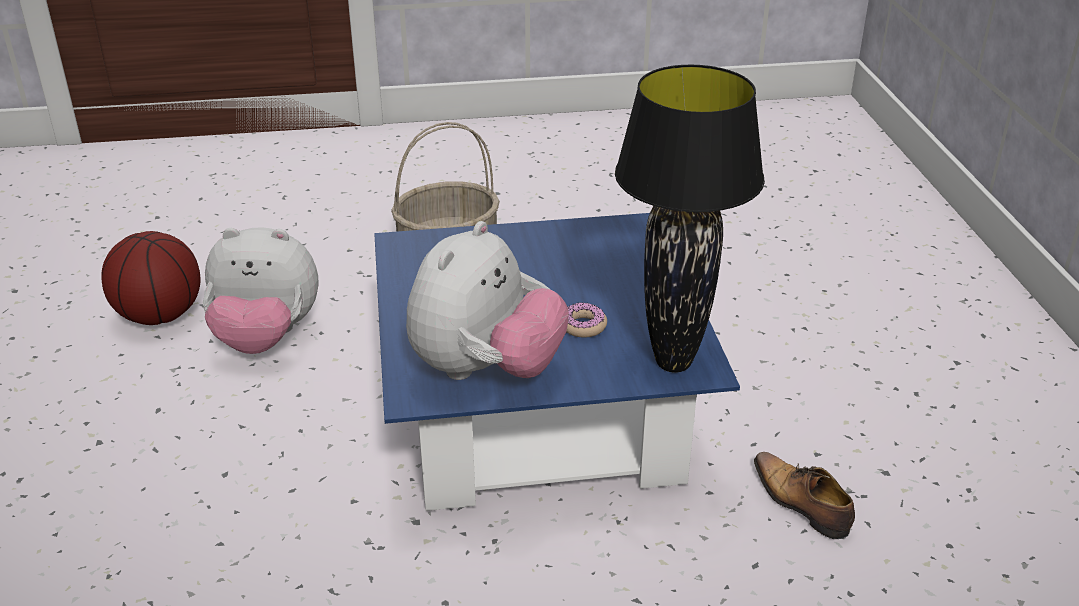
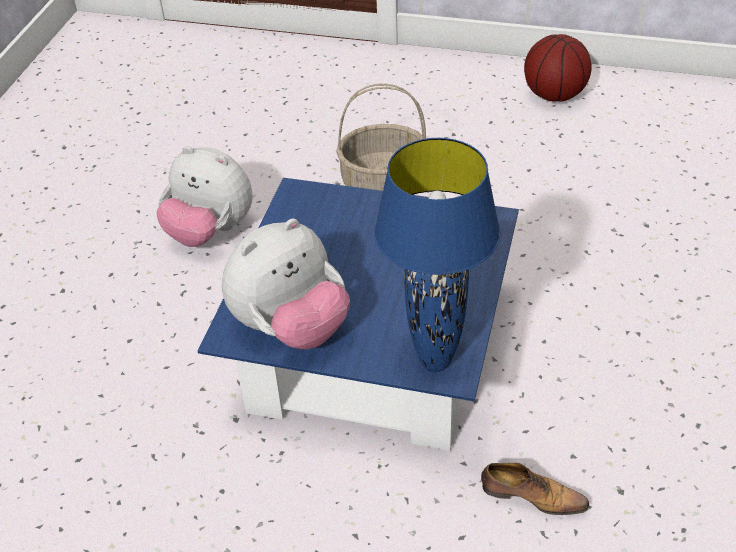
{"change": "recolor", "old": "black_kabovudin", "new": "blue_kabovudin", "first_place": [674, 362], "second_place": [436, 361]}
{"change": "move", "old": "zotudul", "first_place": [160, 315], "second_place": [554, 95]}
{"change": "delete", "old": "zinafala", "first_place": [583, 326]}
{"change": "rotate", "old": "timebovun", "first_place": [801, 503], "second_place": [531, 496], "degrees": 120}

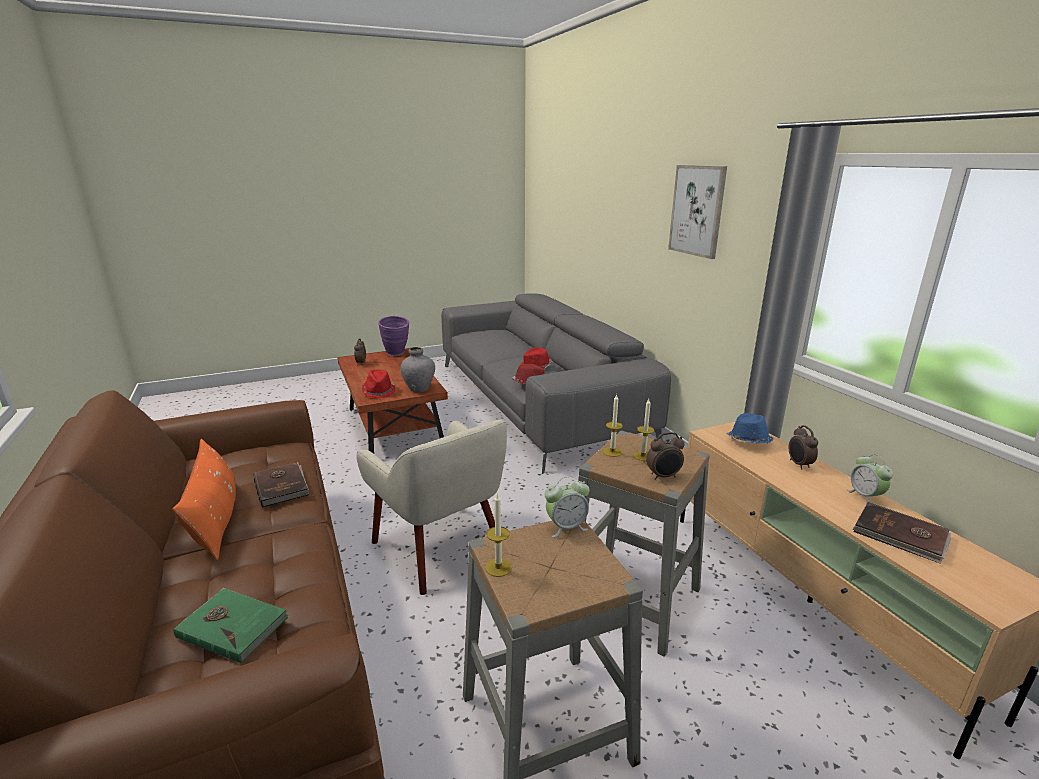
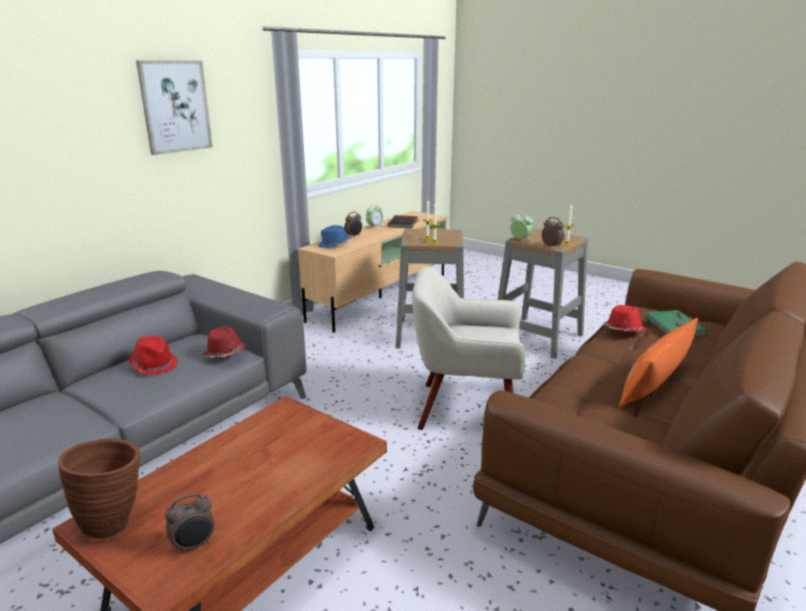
{"change": "recolor", "old": "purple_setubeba", "new": "brown_setubeba", "first_place": [397, 354], "second_place": [115, 522]}
{"change": "delete", "old": "grey_setubeba", "first_place": [419, 389]}
{"change": "move", "old": "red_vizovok", "first_place": [379, 391], "second_place": [623, 330]}
{"change": "rotate", "old": "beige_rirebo", "first_place": [440, 548], "second_place": [465, 408], "degrees": -105}
{"change": "move", "old": "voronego", "first_place": [663, 476], "second_place": [551, 246]}
{"change": "delete", "old": "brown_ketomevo", "first_place": [282, 486]}

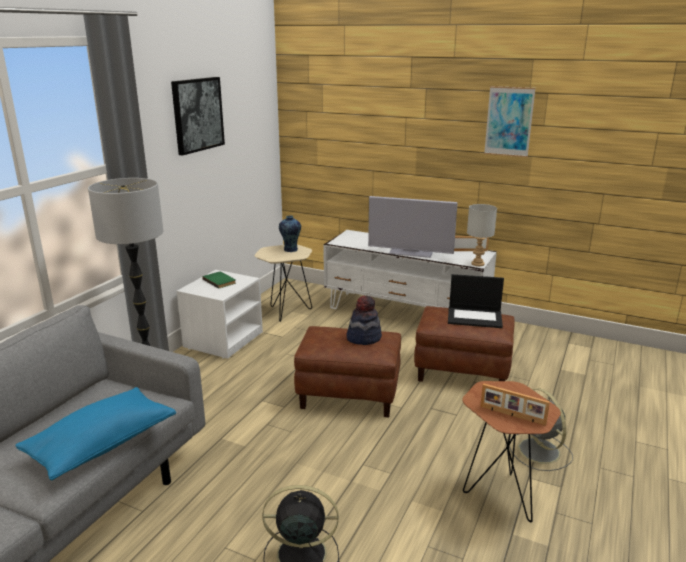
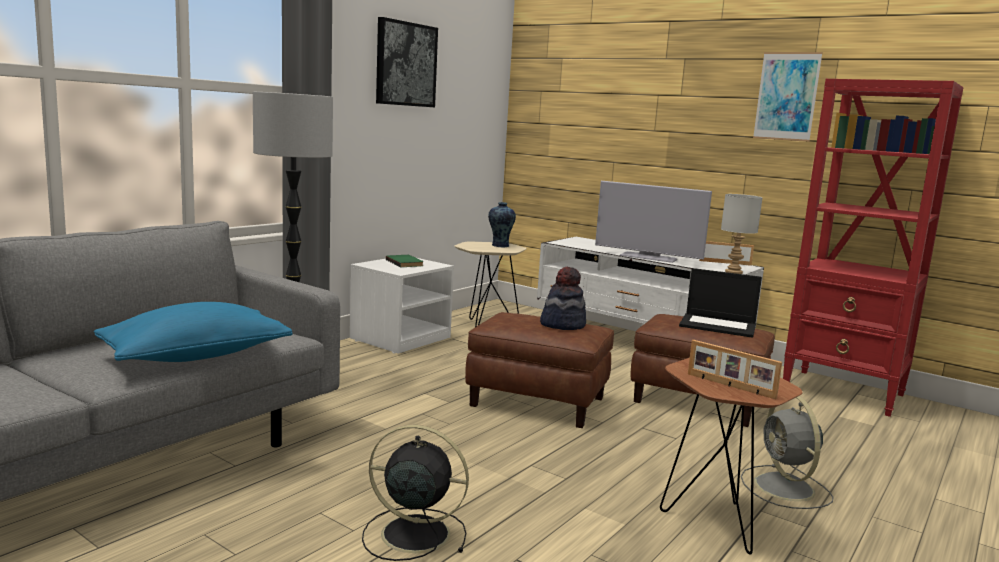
{"change": "insert", "new": "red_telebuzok", "second_place": [844, 392]}

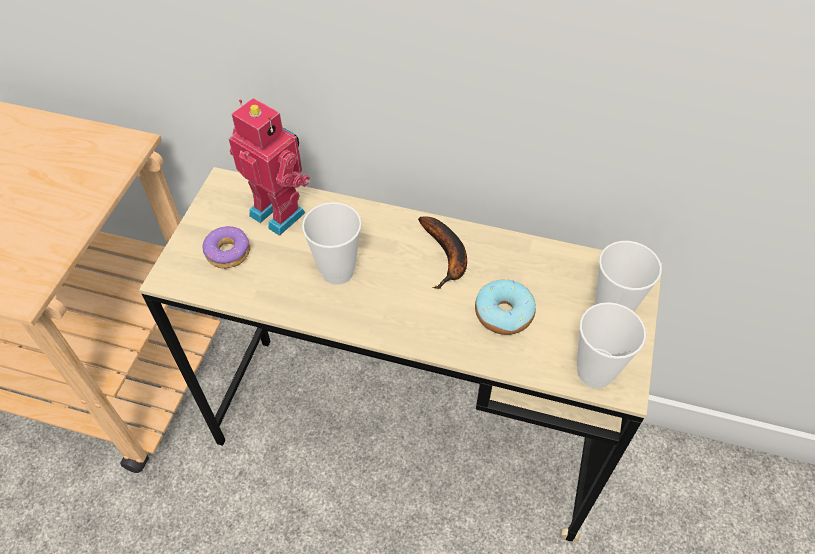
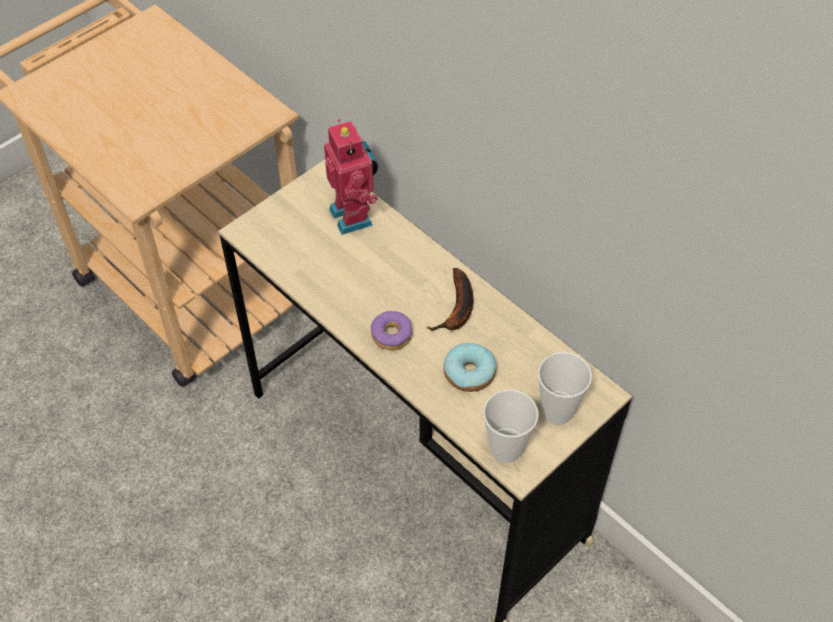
{"change": "delete", "old": "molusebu", "first_place": [337, 271]}
{"change": "move", "old": "zinafala", "first_place": [228, 252], "second_place": [392, 335]}

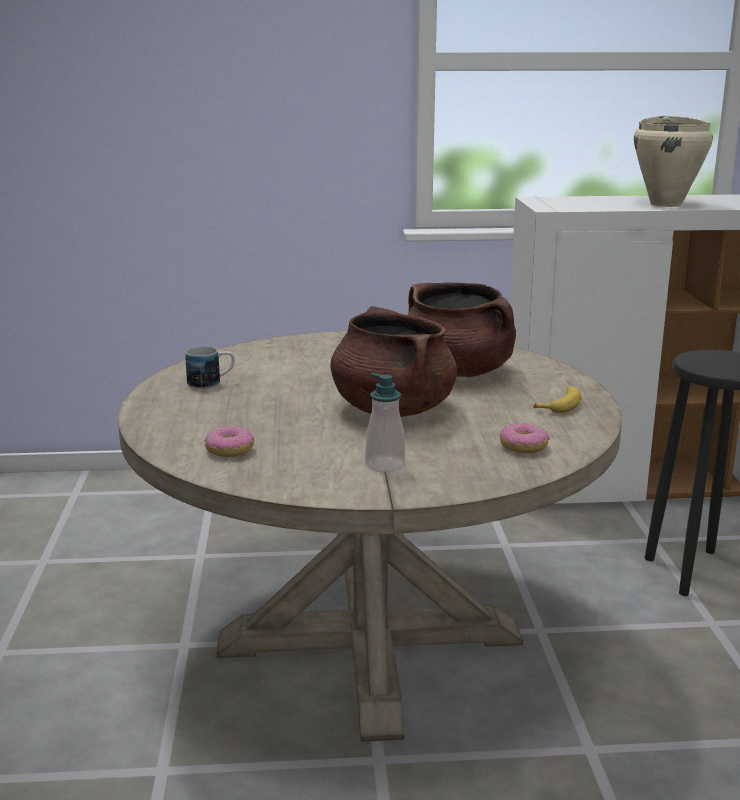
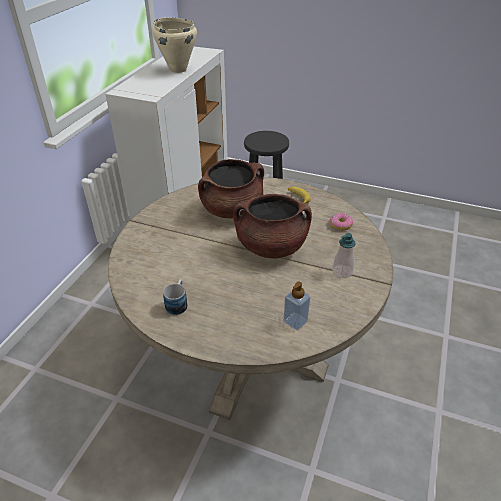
{"change": "replace", "old": "zinafala", "new": "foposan", "first_place": [230, 450], "second_place": [295, 321]}

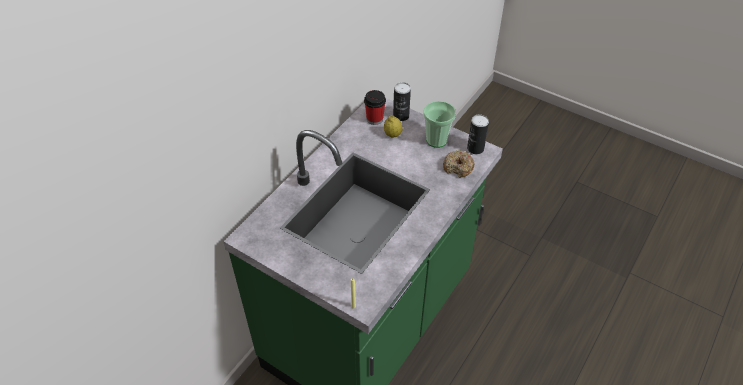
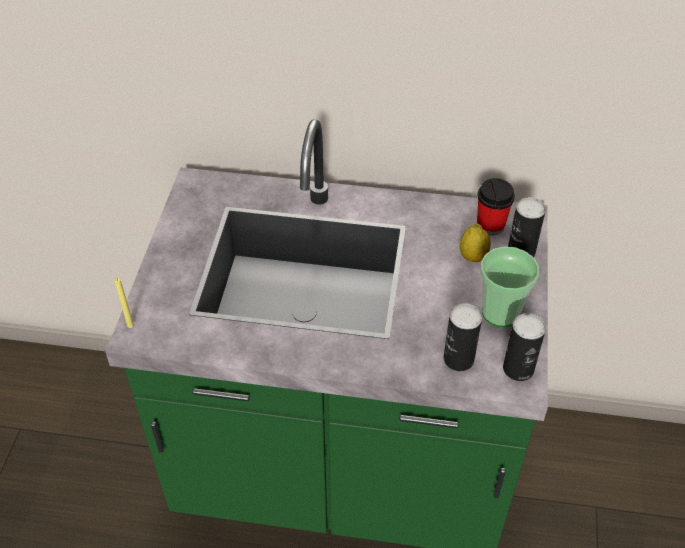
{"change": "replace", "old": "zinafala", "new": "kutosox", "first_place": [458, 167], "second_place": [458, 359]}

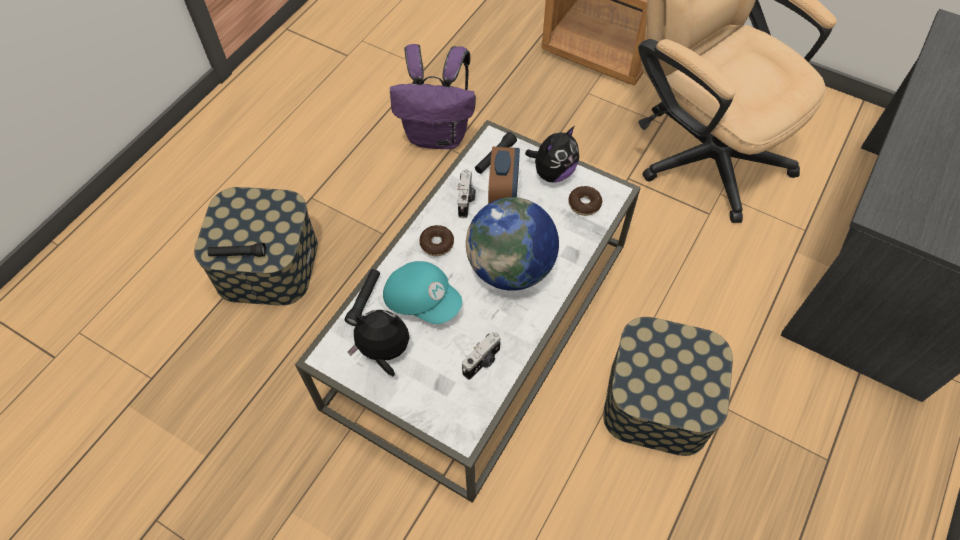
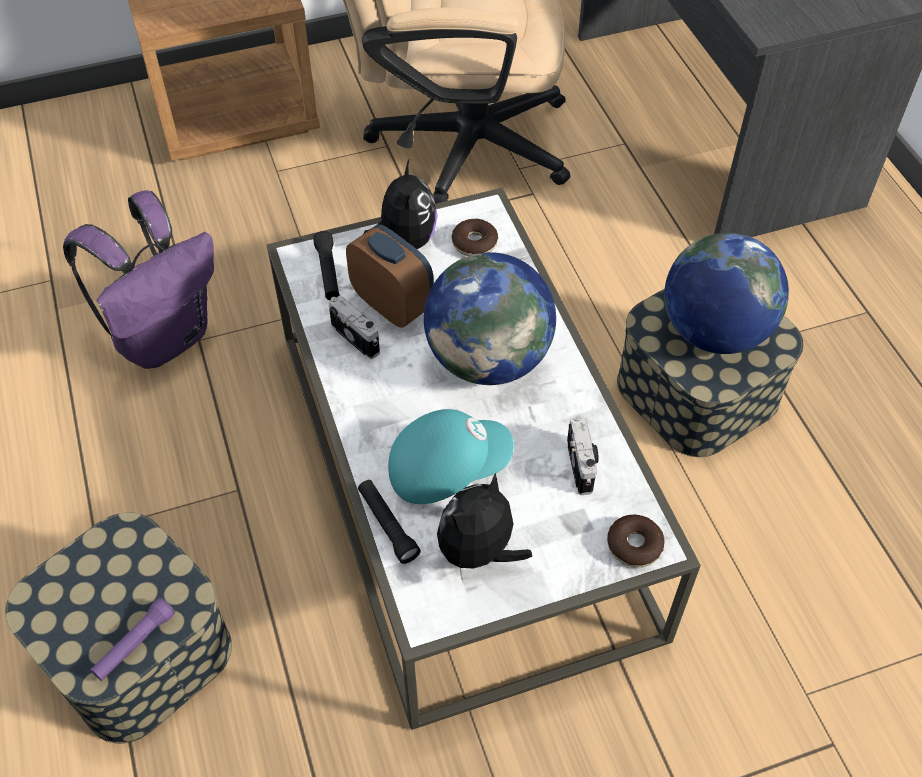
{"change": "move", "old": "zinafala", "first_place": [437, 244], "second_place": [634, 545]}
{"change": "recolor", "old": "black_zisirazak", "new": "purple_zisirazak", "first_place": [238, 254], "second_place": [134, 644]}
{"change": "insert", "new": "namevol", "second_place": [714, 332]}

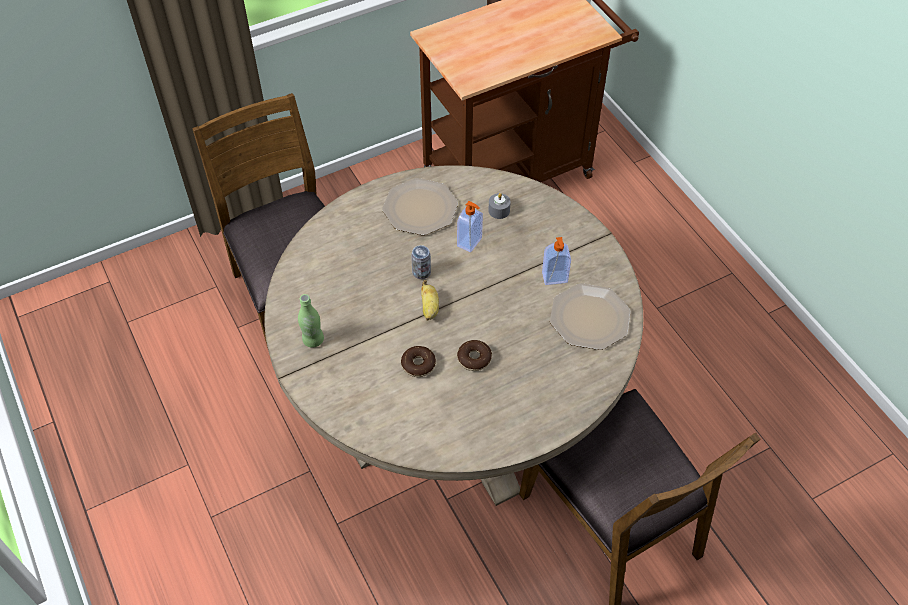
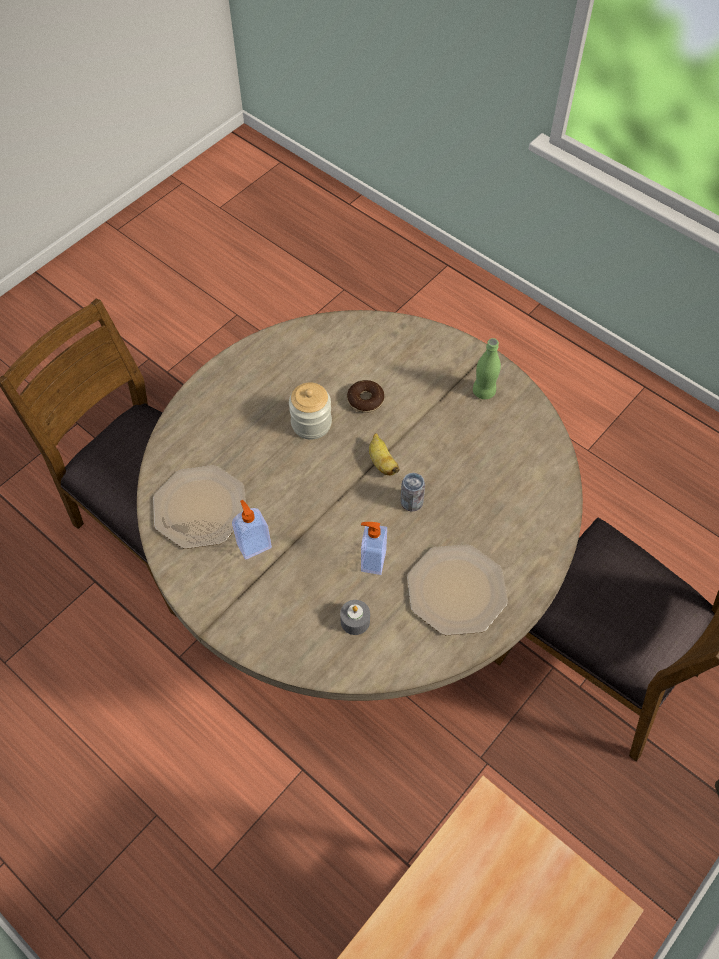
{"change": "replace", "old": "zinafala", "new": "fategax", "first_place": [474, 358], "second_place": [311, 423]}

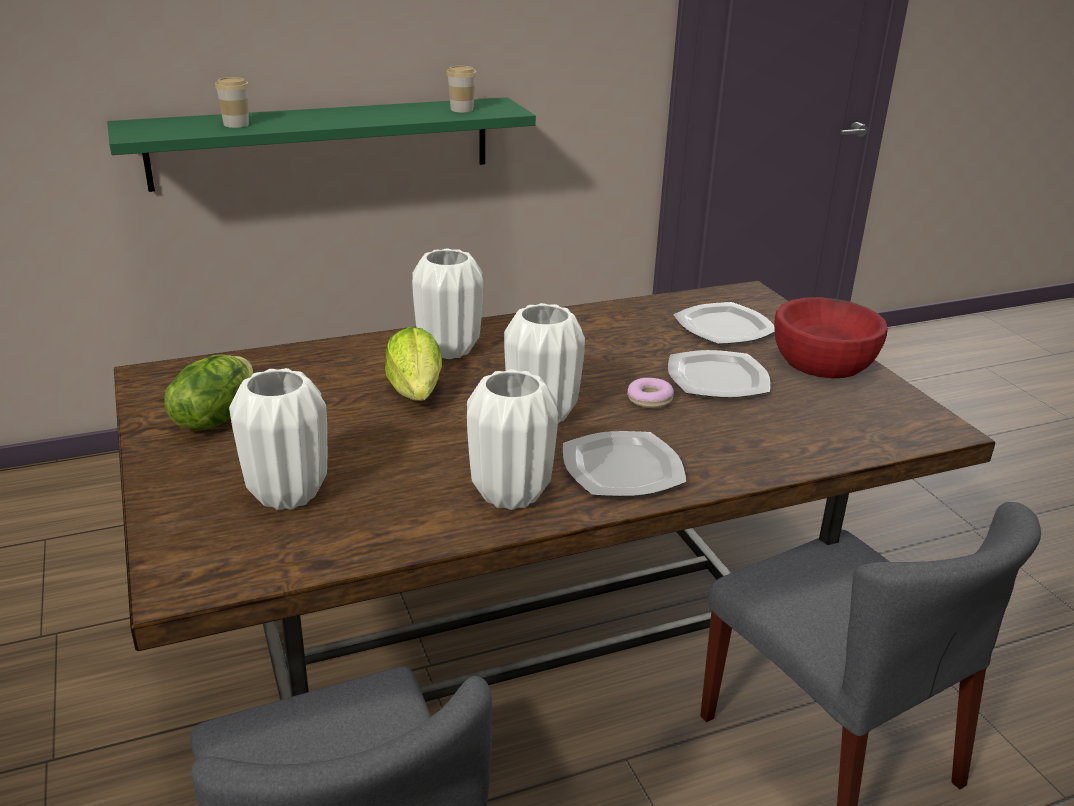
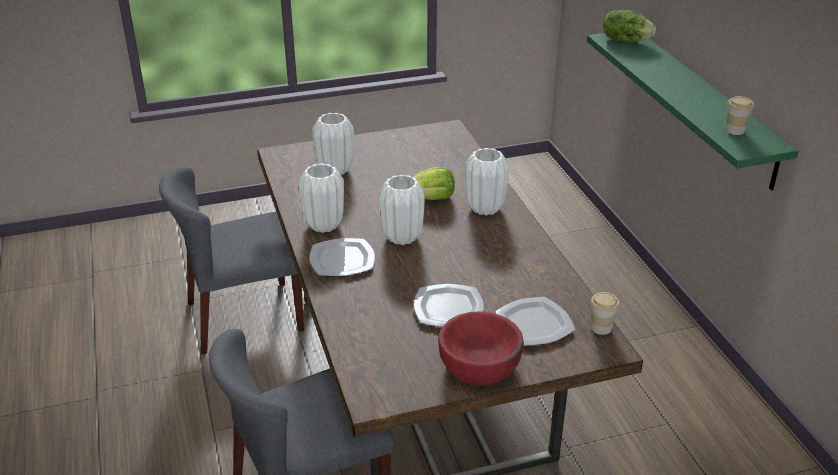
{"change": "move", "old": "molusebu", "first_place": [236, 124], "second_place": [601, 328]}
{"change": "move", "old": "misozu", "first_place": [214, 417], "second_place": [625, 40]}
{"change": "delete", "old": "zinafala", "first_place": [649, 400]}

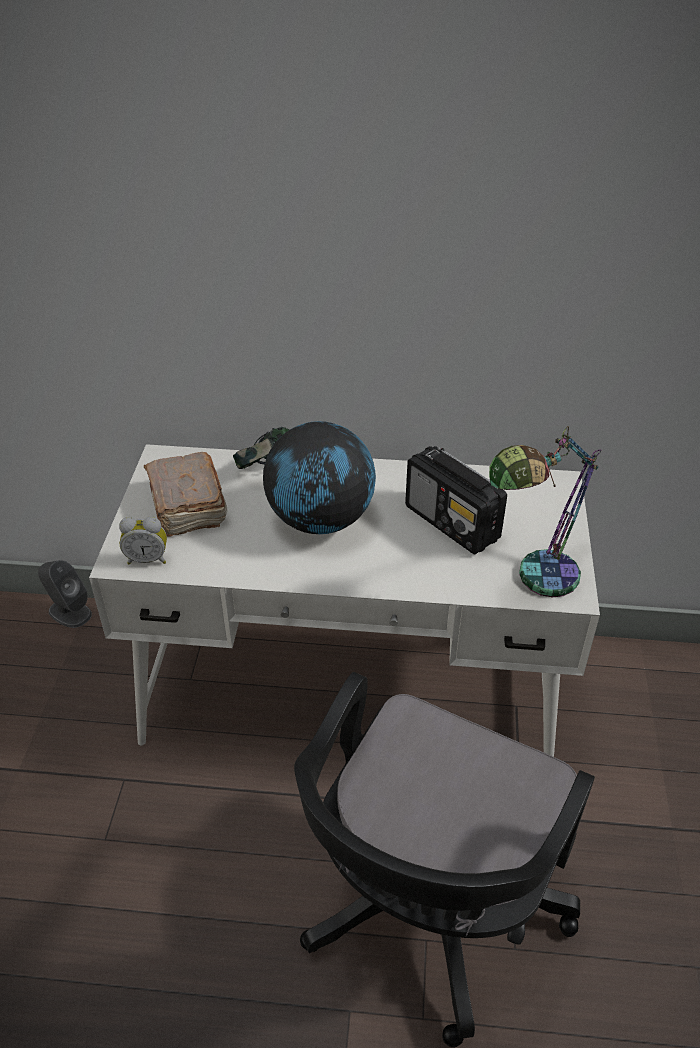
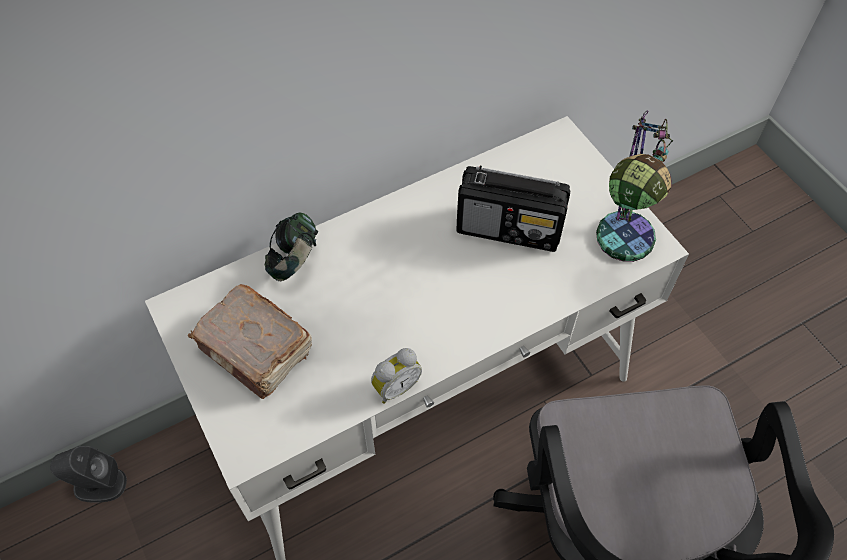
{"change": "delete", "old": "namevol", "first_place": [321, 520]}
{"change": "move", "old": "voronego", "first_place": [147, 558], "second_place": [395, 386]}

